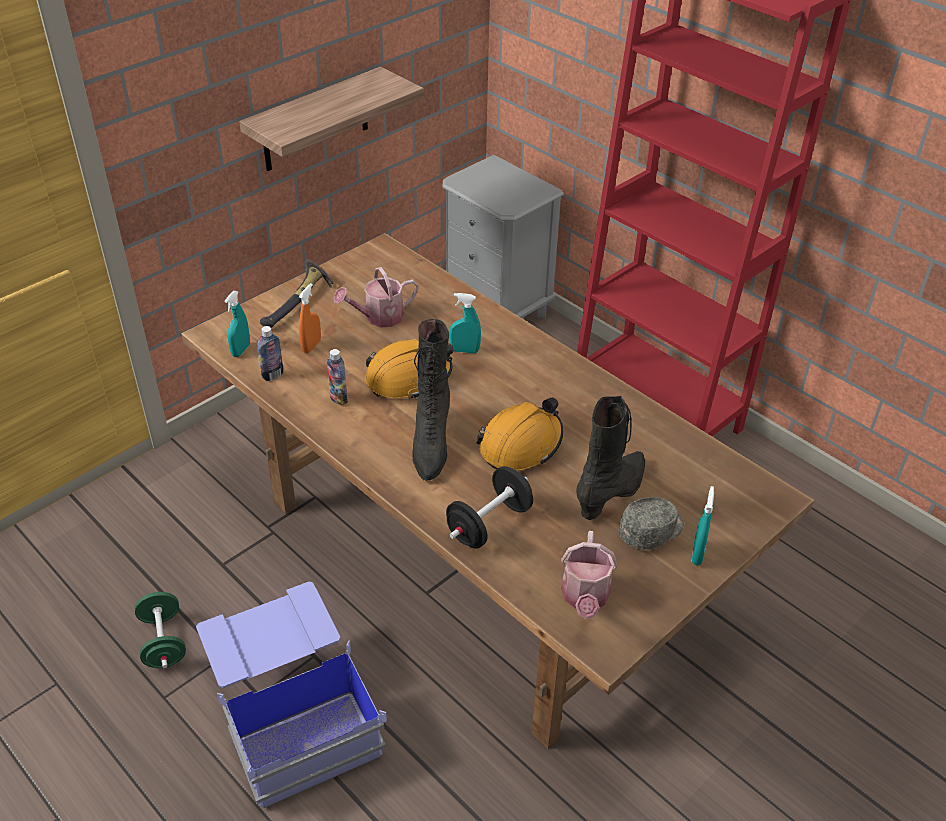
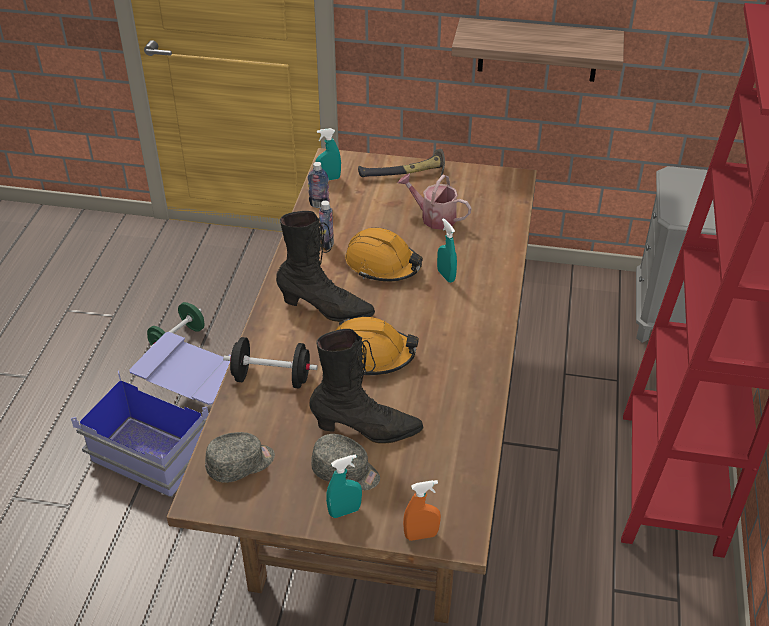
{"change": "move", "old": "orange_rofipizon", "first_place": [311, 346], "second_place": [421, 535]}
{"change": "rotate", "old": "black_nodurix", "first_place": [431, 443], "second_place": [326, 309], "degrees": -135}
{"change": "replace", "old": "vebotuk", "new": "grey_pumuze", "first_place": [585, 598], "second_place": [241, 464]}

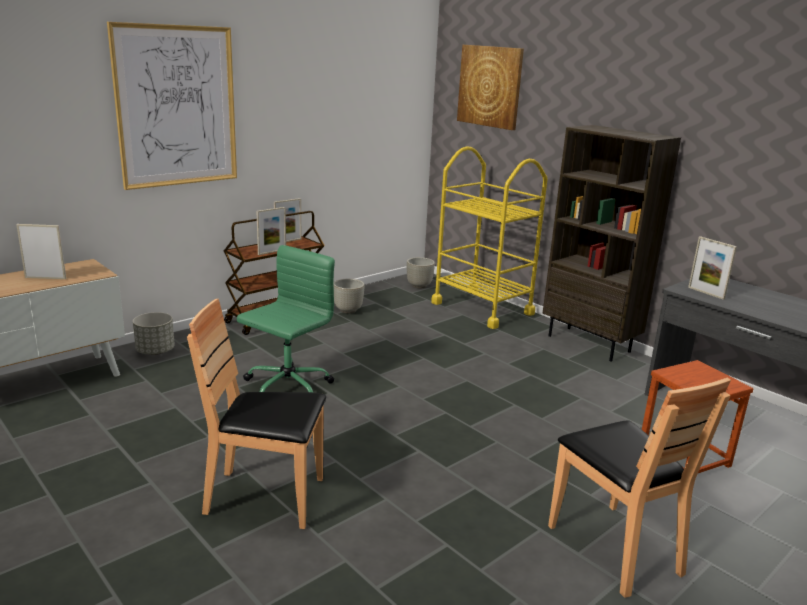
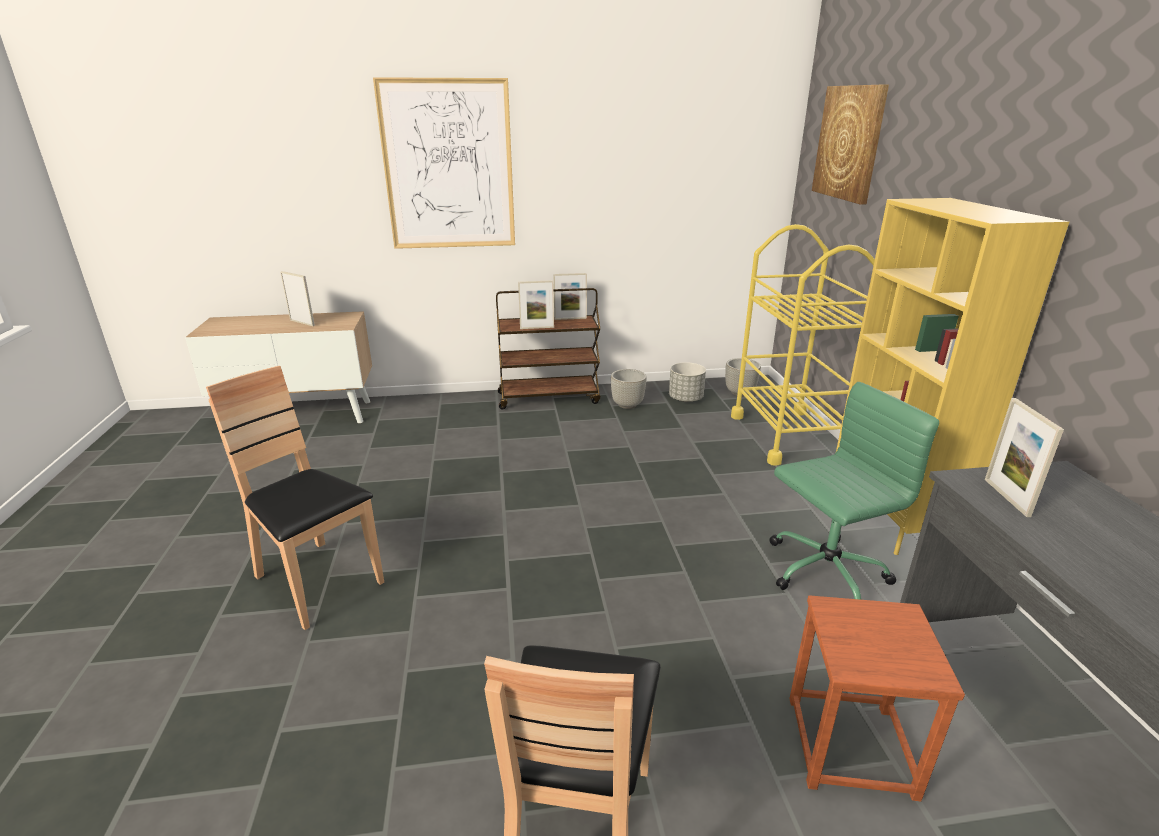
{"change": "recolor", "old": "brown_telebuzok", "new": "yellow_telebuzok", "first_place": [590, 343], "second_place": [890, 520]}
{"change": "move", "old": "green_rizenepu", "first_place": [286, 387], "second_place": [824, 572]}
{"change": "move", "old": "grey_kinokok", "first_place": [155, 351], "second_place": [685, 399]}

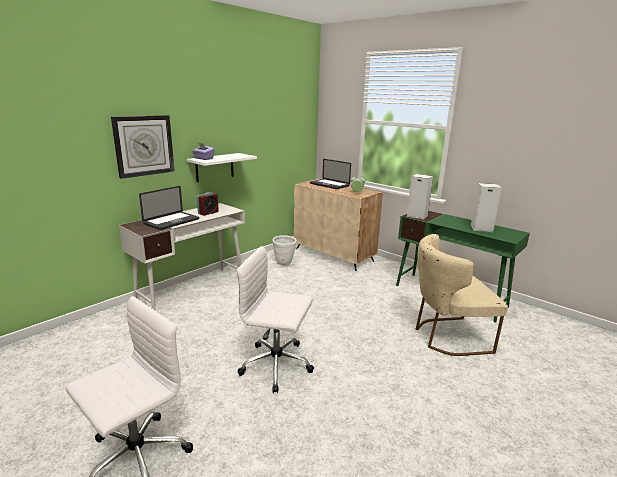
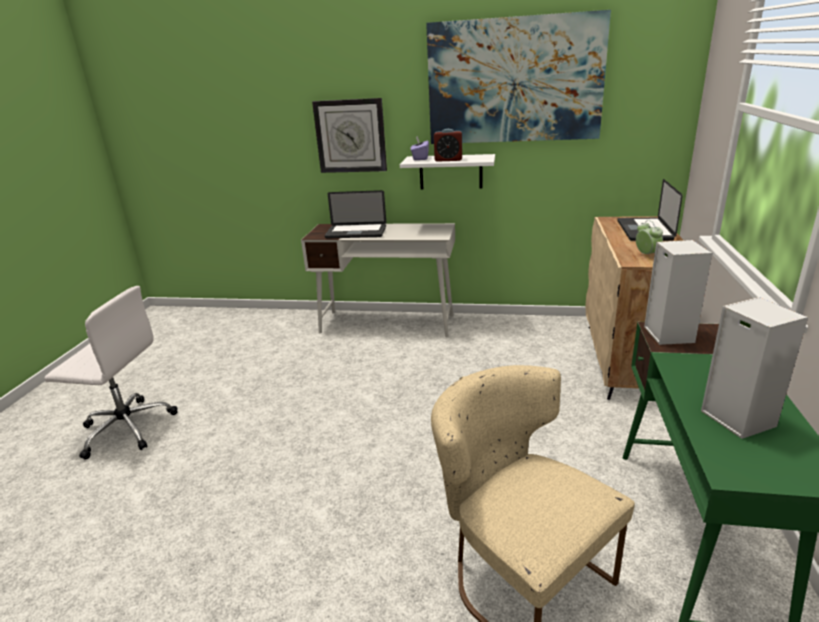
{"change": "move", "old": "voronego", "first_place": [208, 213], "second_place": [448, 160]}
{"change": "delete", "old": "white_kinokok", "first_place": [284, 263]}
{"change": "delete", "old": "white_rizenepu", "first_place": [277, 365]}
{"change": "insert", "new": "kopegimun", "second_place": [514, 81]}

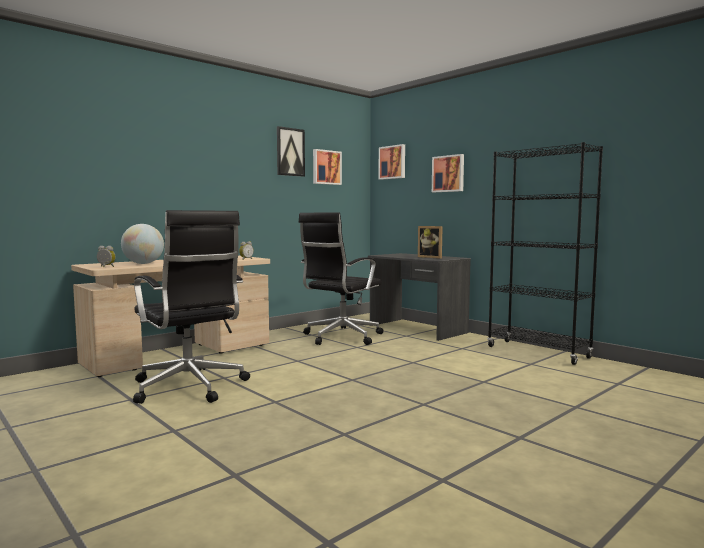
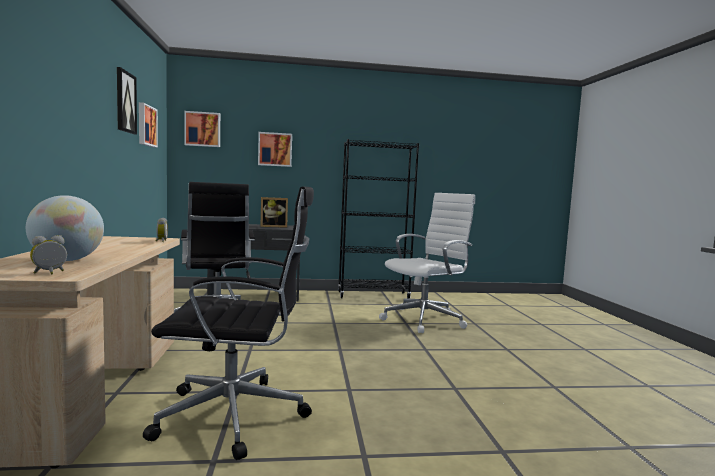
{"change": "insert", "new": "white_rizenepu", "second_place": [425, 319]}

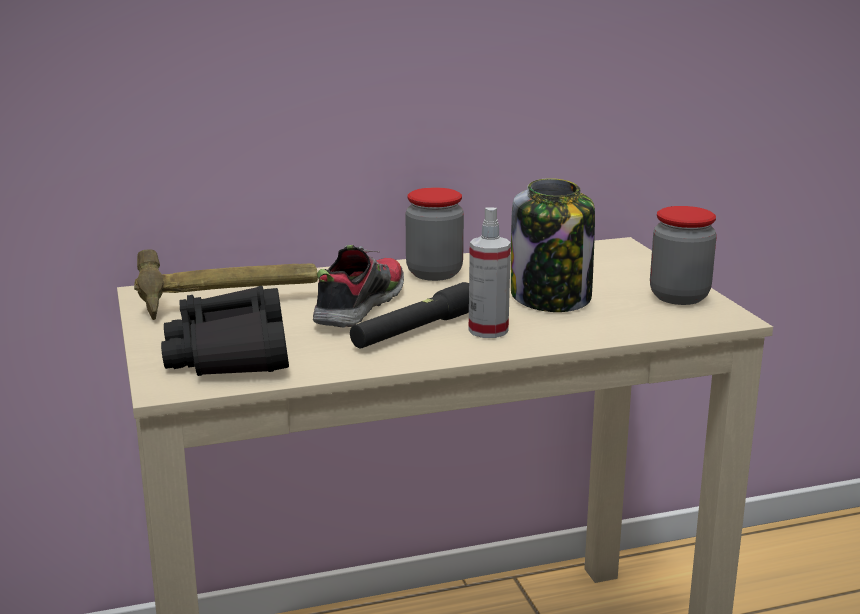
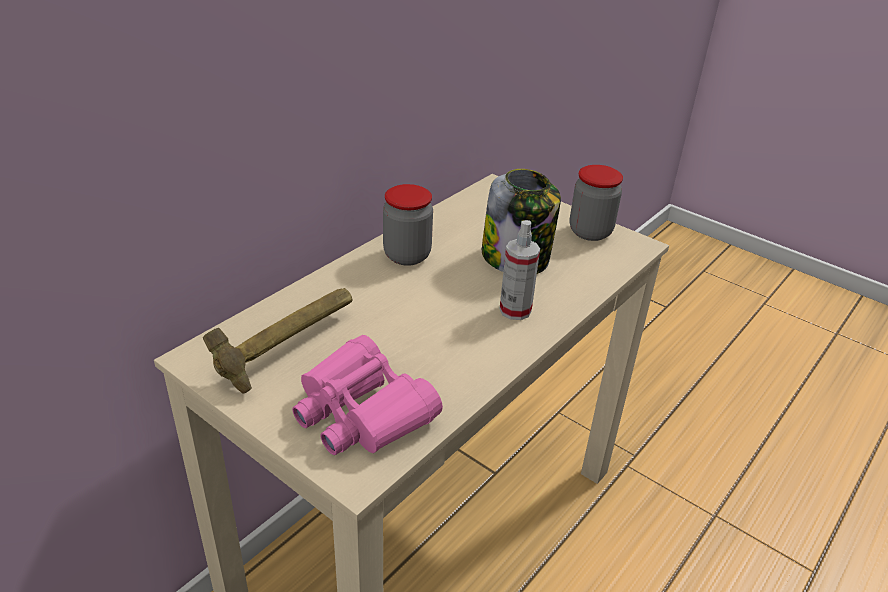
{"change": "delete", "old": "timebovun", "first_place": [358, 307]}
{"change": "delete", "old": "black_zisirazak", "first_place": [414, 330]}
{"change": "recolor", "old": "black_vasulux", "new": "pink_vasulux", "first_place": [230, 354], "second_place": [361, 412]}

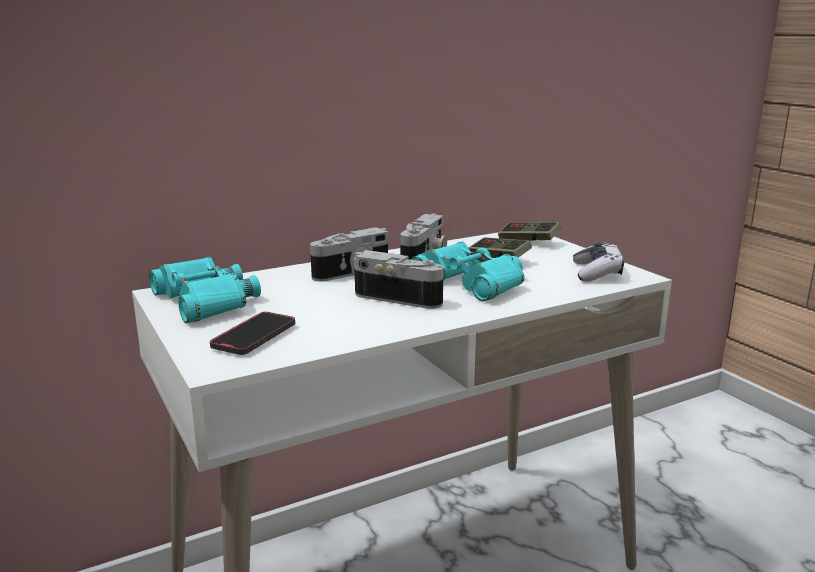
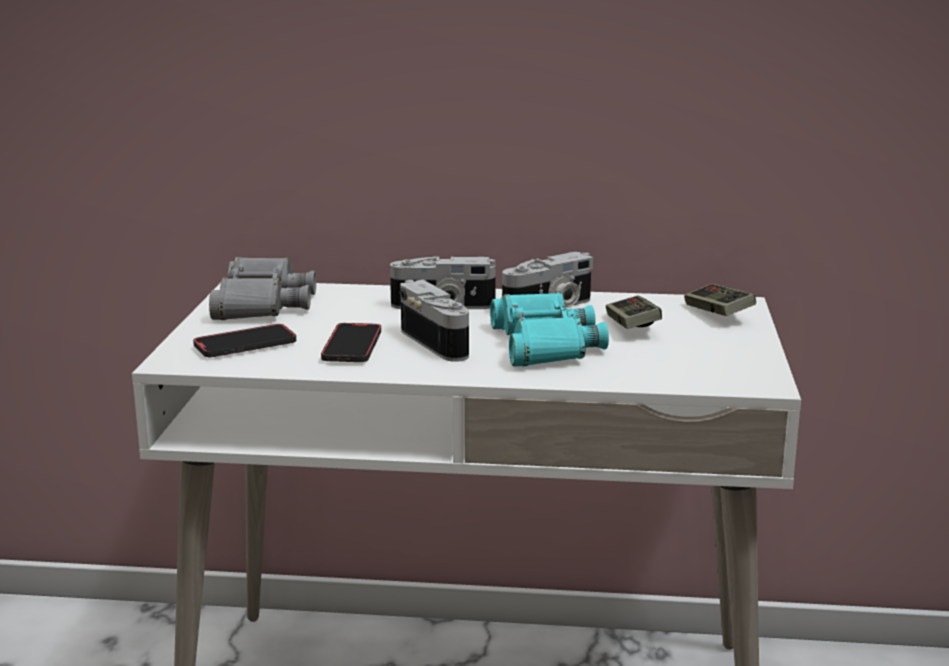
{"change": "delete", "old": "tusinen", "first_place": [597, 272]}
{"change": "recolor", "old": "turquoise_vasulux", "new": "grey_vasulux", "first_place": [204, 301], "second_place": [262, 303]}
{"change": "insert", "new": "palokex", "second_place": [352, 347]}

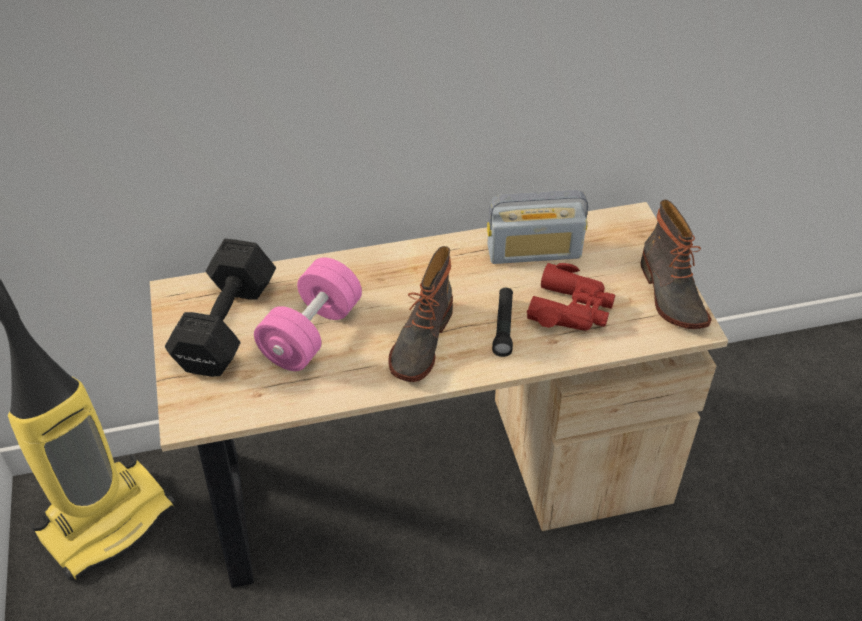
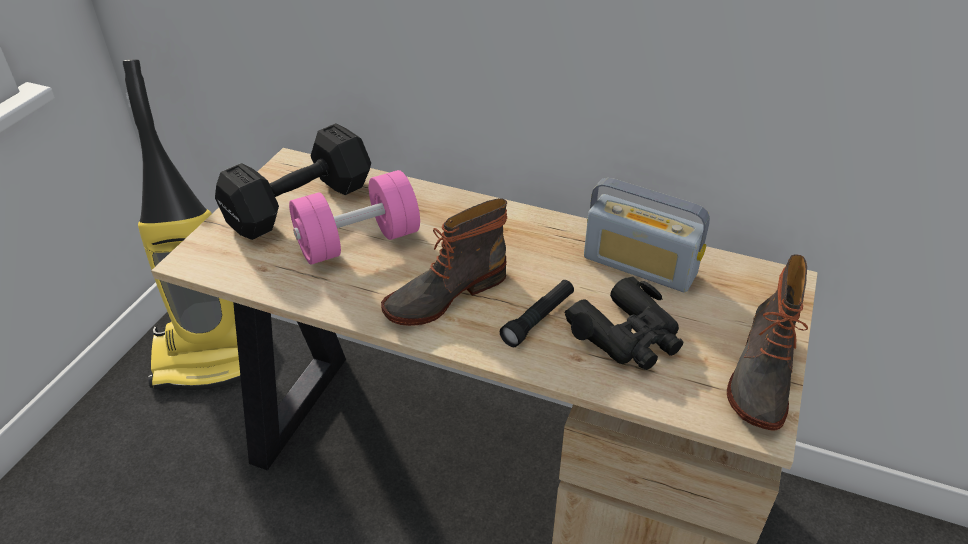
{"change": "recolor", "old": "red_vasulux", "new": "black_vasulux", "first_place": [571, 308], "second_place": [627, 336]}

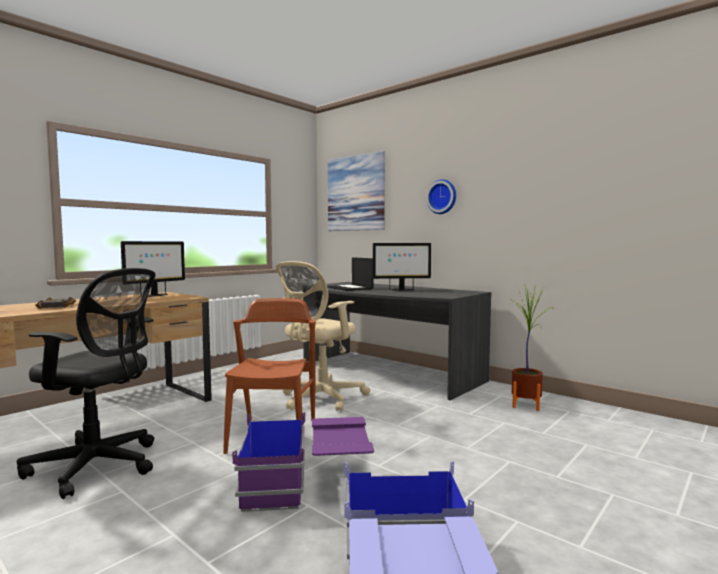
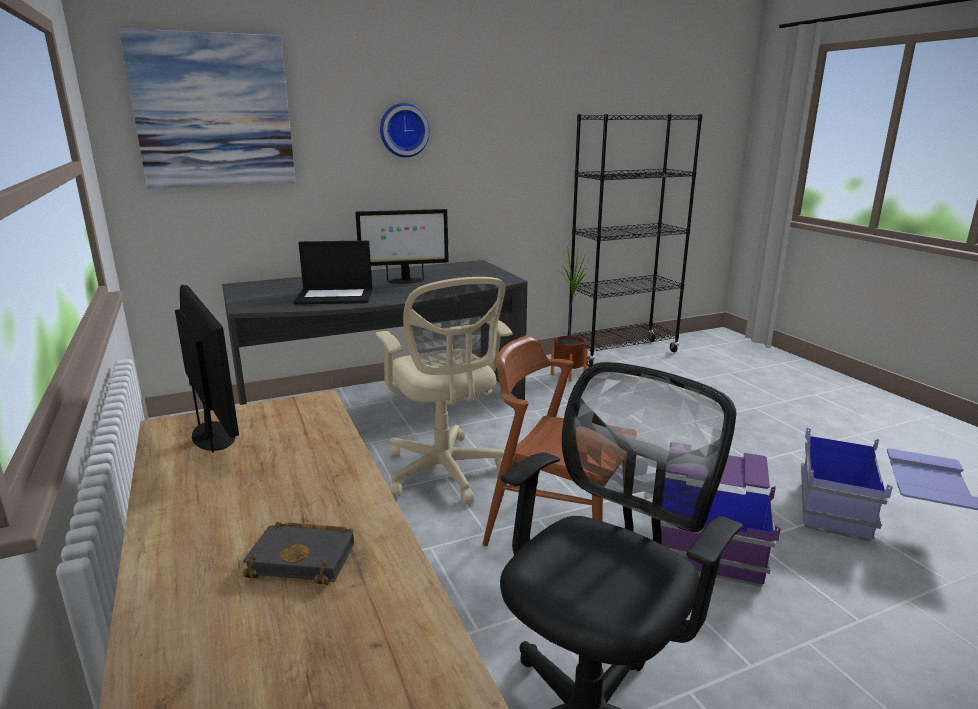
{"change": "rotate", "old": "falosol", "first_place": [401, 290], "second_place": [405, 281], "degrees": 60}
{"change": "insert", "new": "black_telebuzok", "second_place": [622, 353]}

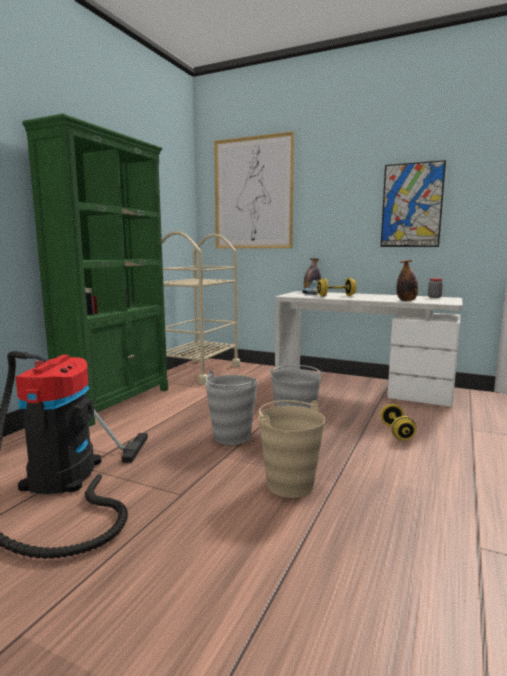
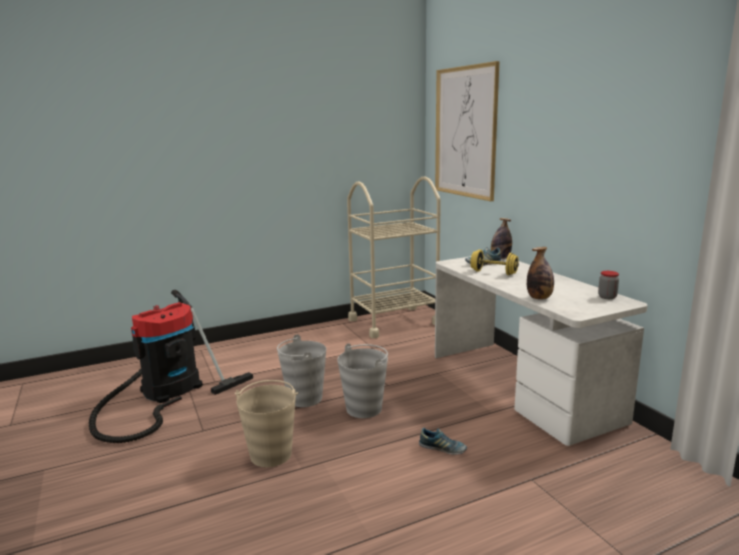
{"change": "delete", "old": "green_telebuzok", "first_place": [117, 402]}
{"change": "delete", "old": "kopegimun", "first_place": [411, 205]}
{"change": "replace", "old": "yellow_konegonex", "new": "timebovun", "first_place": [396, 432], "second_place": [442, 449]}

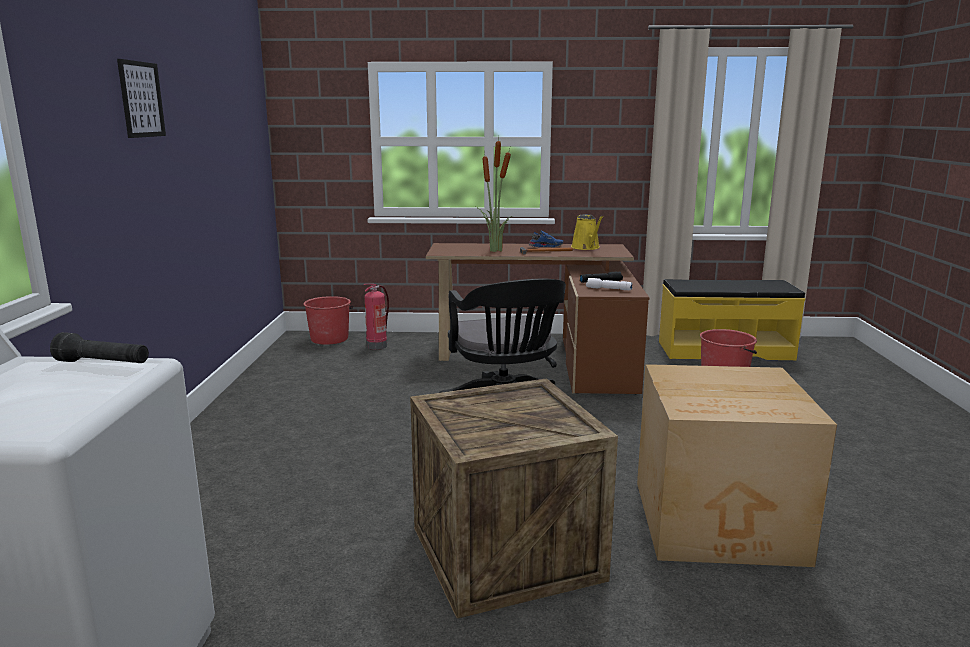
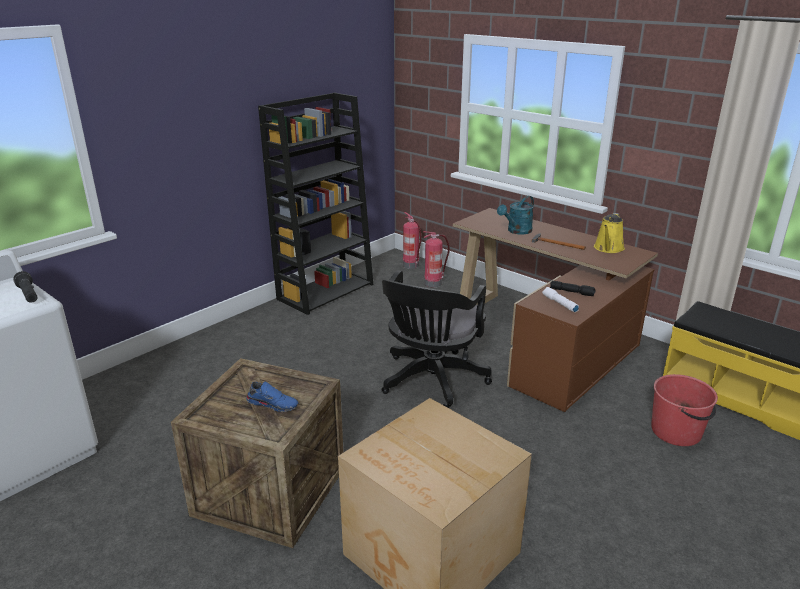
{"change": "delete", "old": "kopegimun", "first_place": [141, 99]}
{"change": "replace", "old": "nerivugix", "new": "turquoise_vebotuk", "first_place": [494, 251], "second_place": [516, 231]}
{"change": "move", "old": "blue_timebovun", "first_place": [545, 246], "second_place": [273, 404]}
{"change": "replace", "old": "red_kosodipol", "new": "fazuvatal", "first_place": [329, 339], "second_place": [411, 265]}
{"change": "insert", "new": "black_telebuzok", "second_place": [326, 291]}

